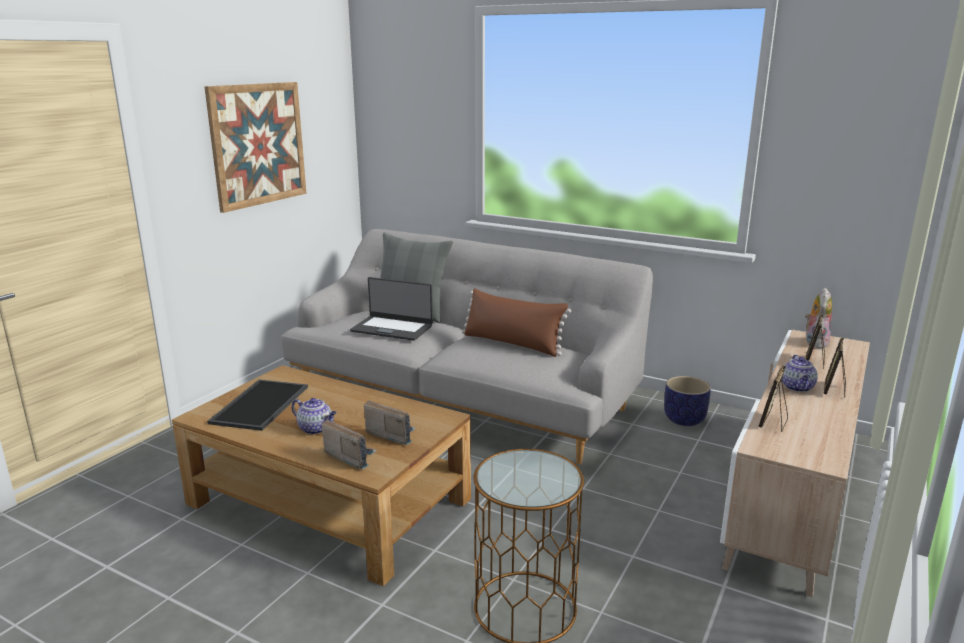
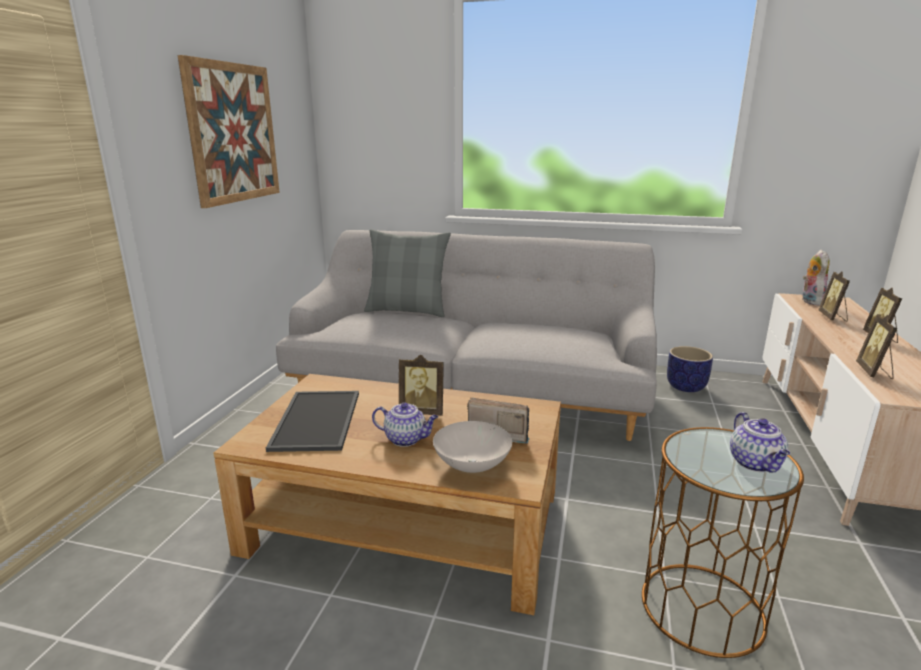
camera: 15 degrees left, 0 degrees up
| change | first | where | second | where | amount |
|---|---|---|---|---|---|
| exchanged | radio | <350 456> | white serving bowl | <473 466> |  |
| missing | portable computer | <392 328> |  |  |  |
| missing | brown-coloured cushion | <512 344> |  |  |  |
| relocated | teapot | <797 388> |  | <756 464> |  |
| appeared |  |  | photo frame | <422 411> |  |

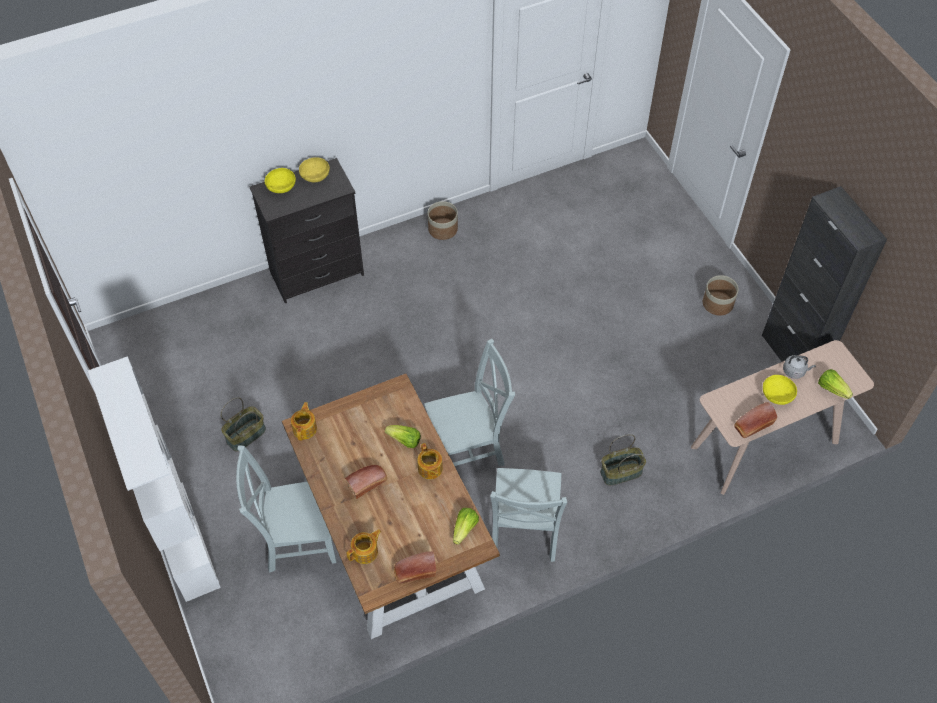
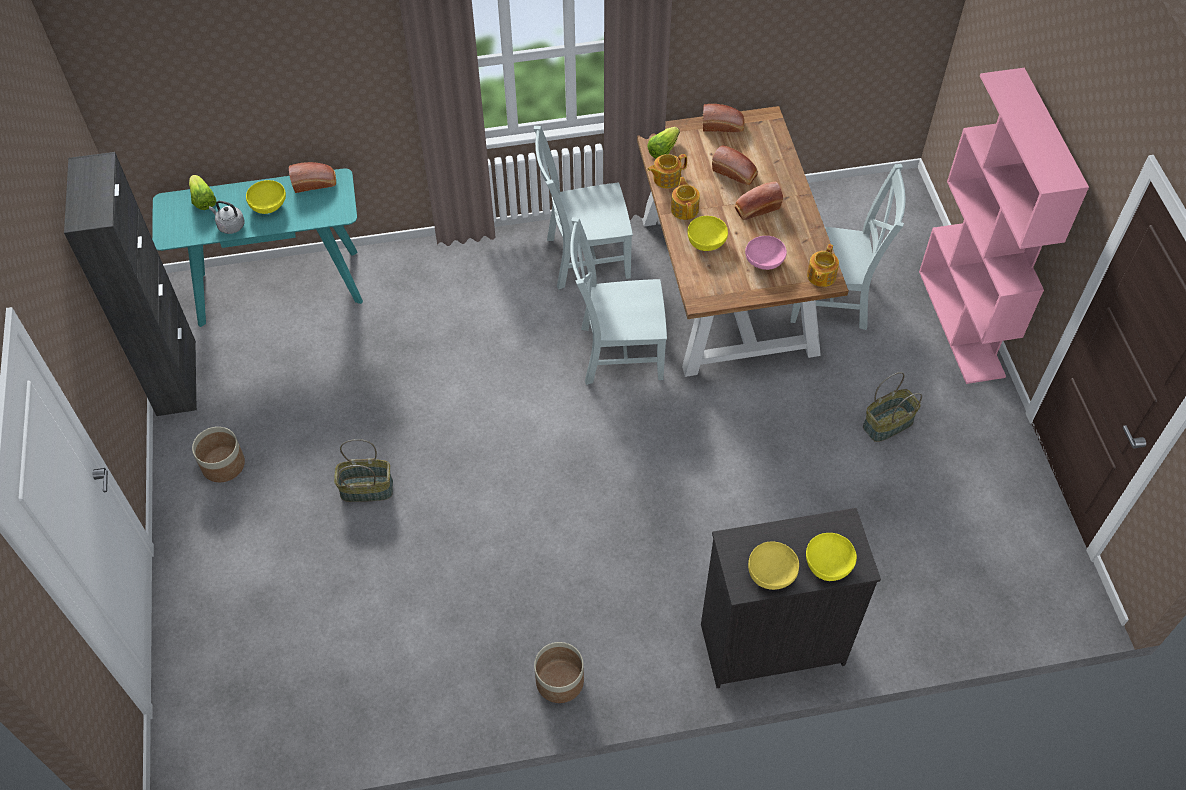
camera: 165 degrees left, 0 degrees up
| change | first | where | second | where | amount |
|---|---|---|---|---|---|
| colour | white shelving unit | <183 540> | pinkish shelving unit | <962 323> |  |
| relocated | teapot | <365 552> |  | <666 178> |  |
| exchanged | lettuce head | <404 441> | yellow serving bowl | <706 241> |  |
| spun | greyish chair | <524 532> |  | <583 258> | 120 degrees counterclockwise |
| relocated | basket | <621 473> |  | <367 488> |  |
| colour | beige narrow table | <764 445> | turquoise-coloured narrow table | <279 287> |  |
| appeared |  |  | bakery bread | <735 173> |  |
| appeared |  |  | pinkish serving bowl | <764 262> |  |

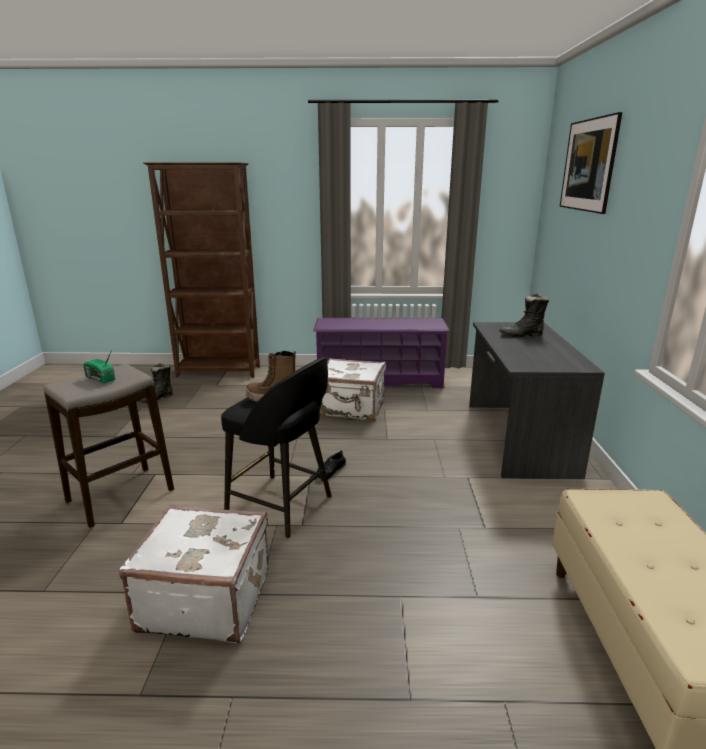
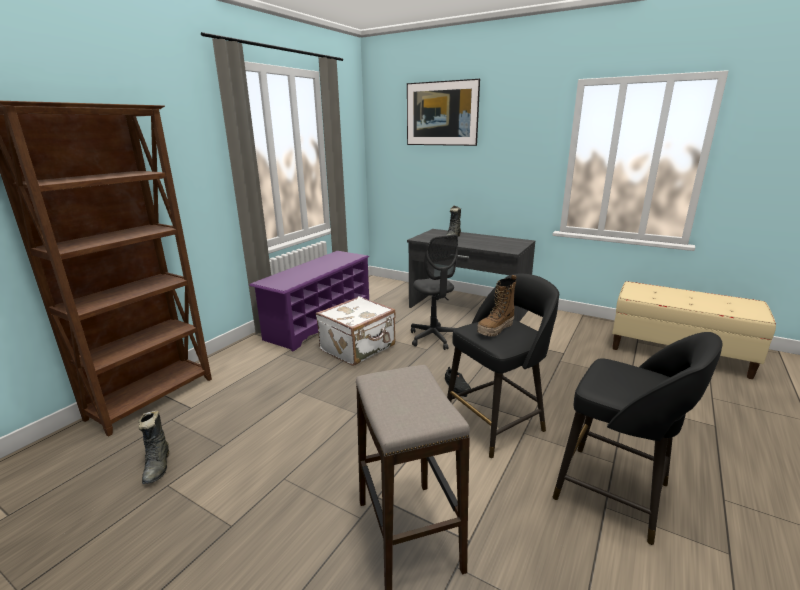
camera: 60 degrees left, 0 degrees up
| change | first | where | second | where | amount |
|---|---|---|---|---|---|
| missing | radio | <100 379> |  |  |  |
| exchanged | white piece of luggage | <206 598> | black-coloured stool seat | <615 493> |  |
| appeared |  |  | greyish office chair | <434 338> |  |

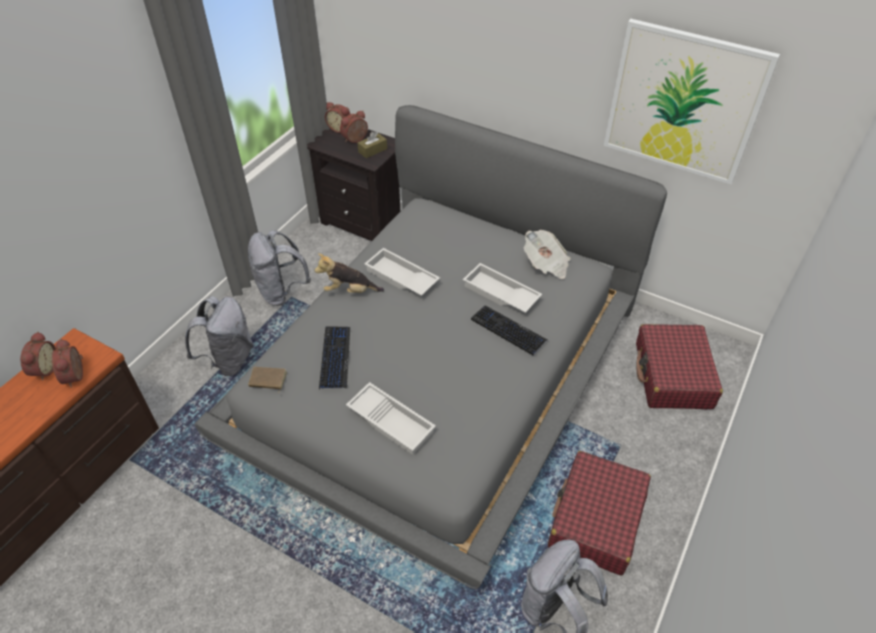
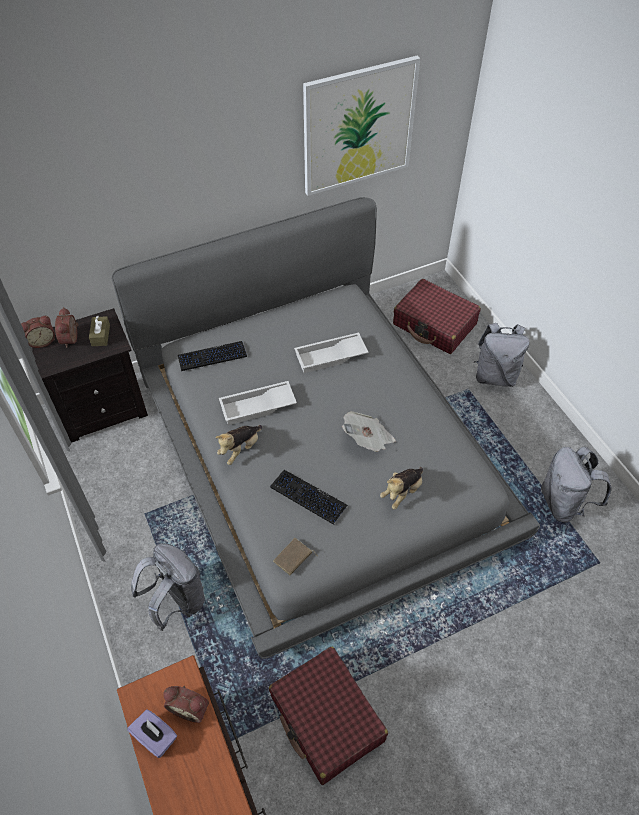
camera: 55 degrees left, 5 degrees up
| change | first | where | second | where | amount |
|---|---|---|---|---|---|
| exchanged | bedside clock | <44 369> | purple tissue box | <155 737> |  |
| relocated | greyish knapsack | <281 292> |  | <495 376> |  |
| exchanged | white carrying tray | <392 421> | soft toy | <402 492> |  |
| relocated | computer keyboard | <508 330> |  | <212 356> |  |
| relocated | newspaper | <546 264> |  | <368 440> |  |
| relocated | red-coloured piece of luggage | <596 519> |  | <327 719> |  |

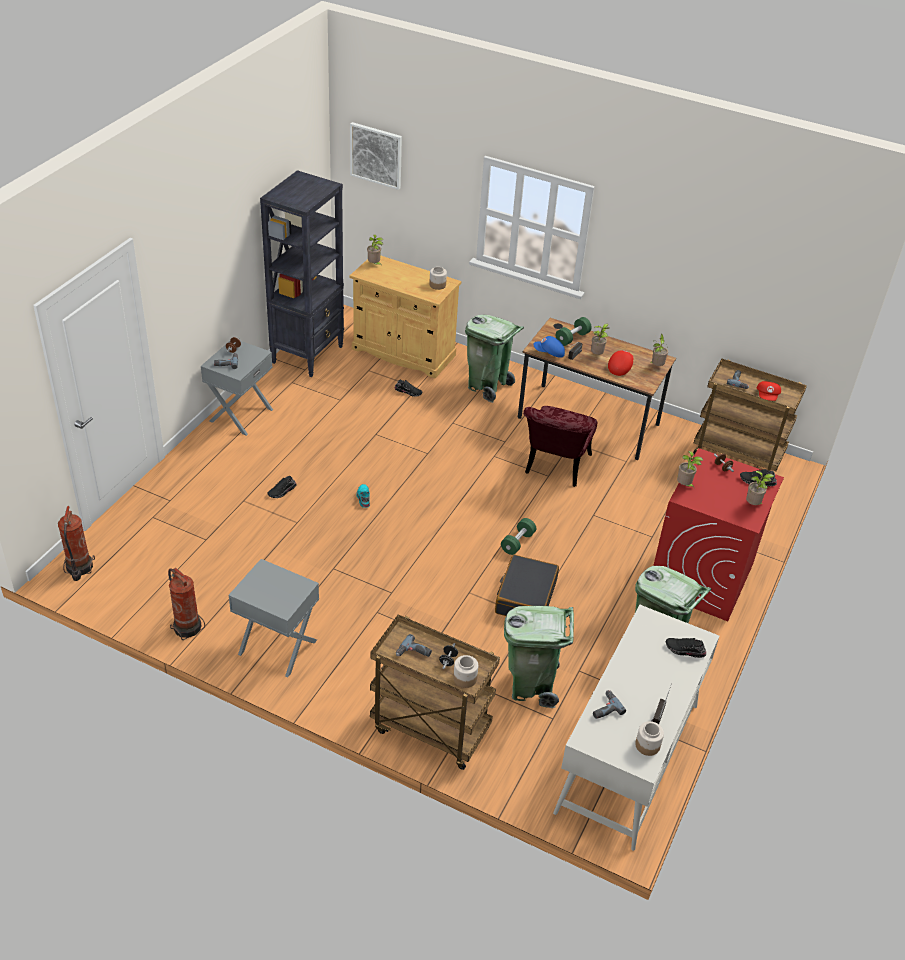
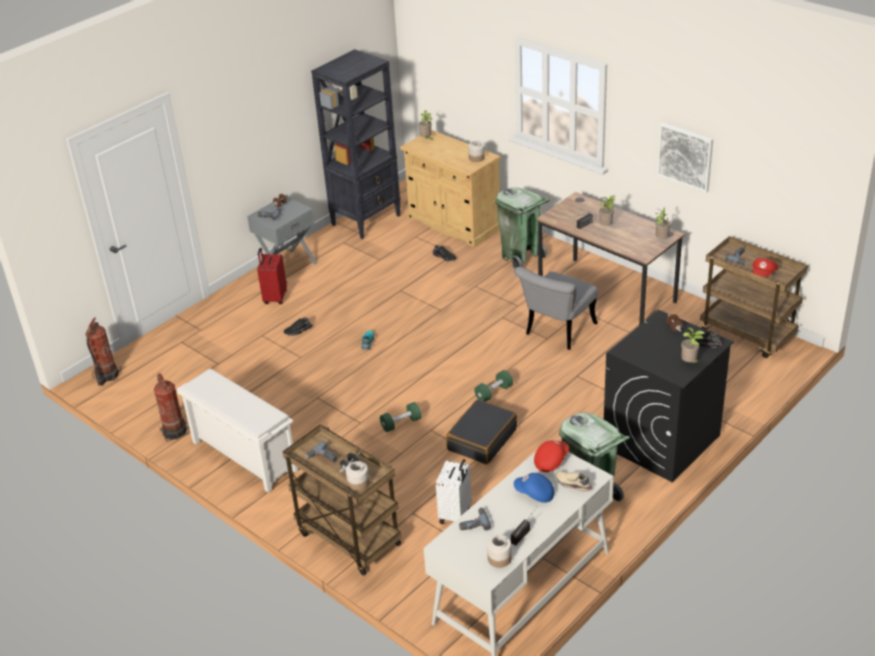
camera: 20 degrees right, 5 degrees down
| change | first | where | second | where | amount |
|---|---|---|---|---|---|
| exchanged | greyish bedside table | <277 647> | white shoe shelf | <243 456> |  |
| relocated | wall art | <376 155> |  | <685 156> |  |
| exchanged | green waste bin | <531 685> | white piece of luggage | <456 514> |  |
| colour | red-coloured chair | <555 468> | greyish chair | <556 333> |  |
| relocated | blue-coloured peaked cap | <549 353> |  | <534 494> |  |
| relocated | green dumbbell | <572 338> |  | <401 423> |  |
| relocated | red-coloured peaked cap | <620 367> |  | <551 460> |  |
| colour | red-coloured laundry machine | <701 578> | black-coloured laundry machine | <661 441> |  |
| colour | black-coloured low shoe | <684 651> | beige low shoe | <572 484> |  |
| missing | potted plant | <684 485> |  |  |  |
| appeared |  |  | red-coloured piece of luggage | <274 298> |  |

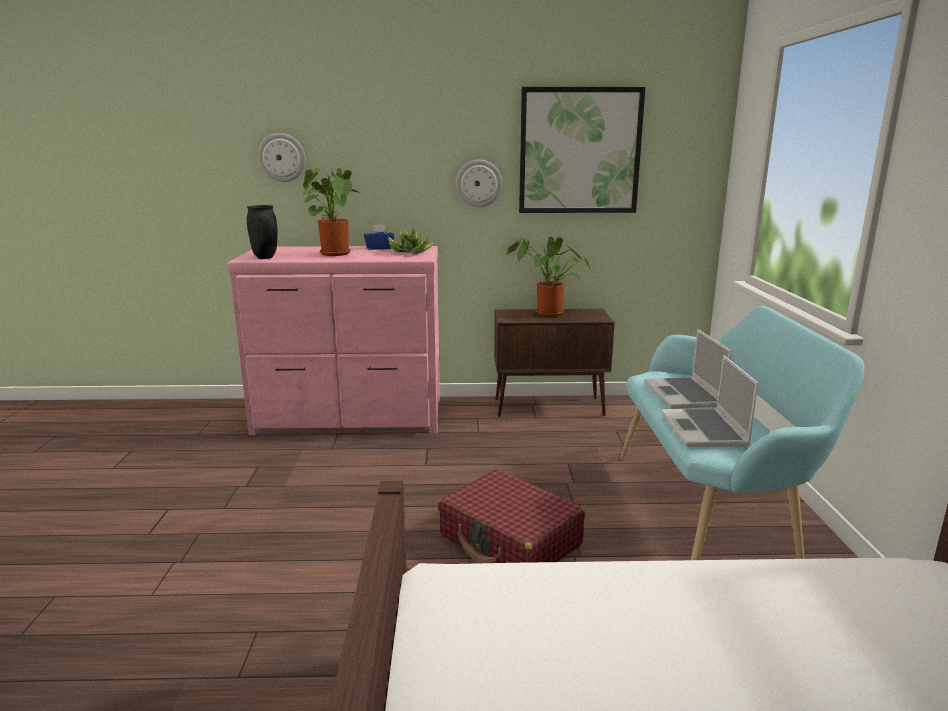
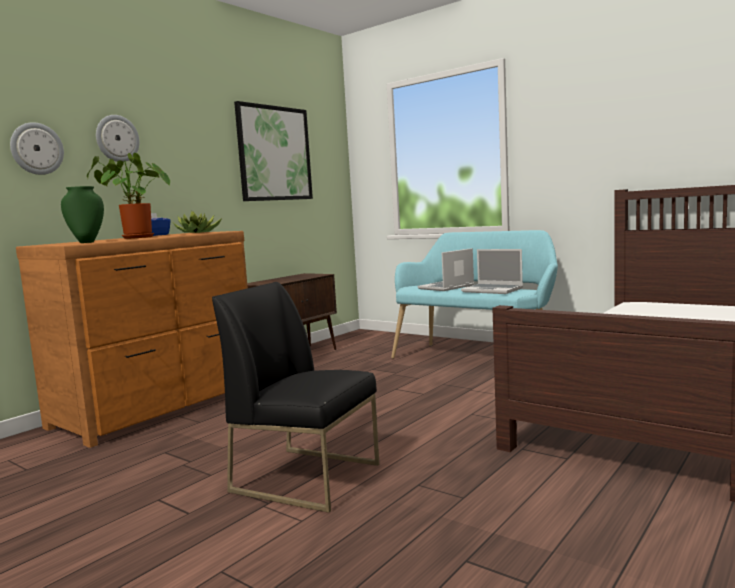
camera: 50 degrees left, 10 degrees down
| change | first | where | second | where | amount |
|---|---|---|---|---|---|
| colour | pinkish drawer chest | <350 417> | brown-coloured drawer chest | <160 407> |  |
| colour | black-coloured flower vase | <264 258> | green flower vase | <86 242> |  |
| missing | red-coloured piece of luggage | <510 540> |  |  |  |
| relocated | hanging clock | <479 183> |  | <117 138> |  |
| missing | potted plant | <546 314> |  |  |  |
| spun | portable computer | <684 395> |  | <446 287> | 105 degrees clockwise |
| appeared |  |  | black-coloured chair | <307 477> |  |

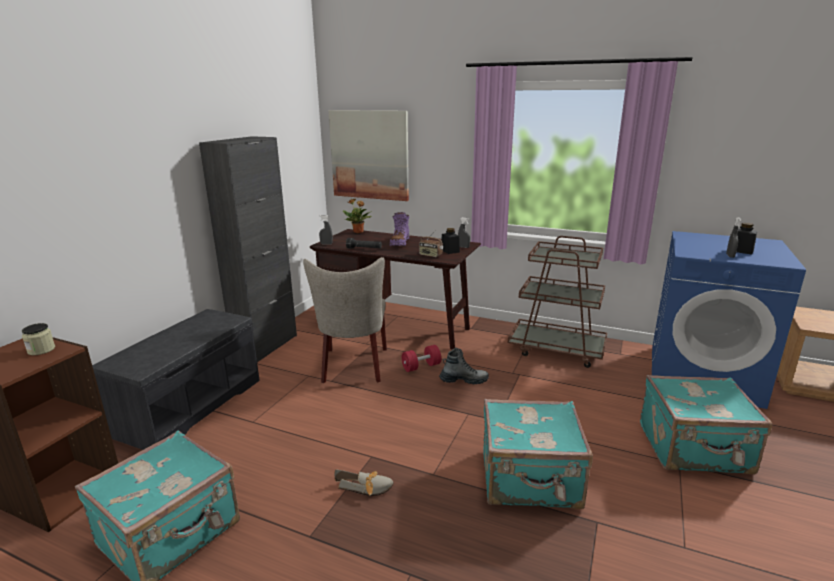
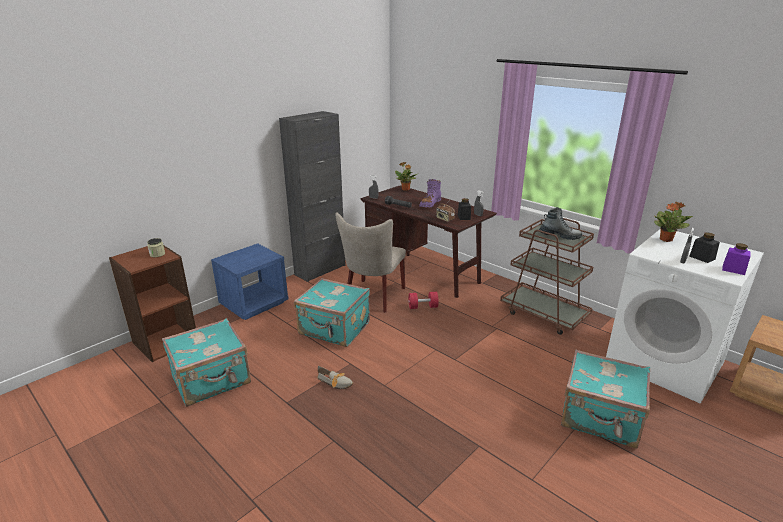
camera: 20 degrees right, 5 degrees up
| change | first | where | second | where | amount |
|---|---|---|---|---|---|
| exchanged | greyish long seat | <191 405> | blue-coloured bedside table | <254 303> |  |
| missing | wall art | <369 155> |  |  |  |
| relocated | boot | <463 380> |  | <559 236> |  |
| relocated | turquoise-coloured piece of luggage | <530 480> |  | <334 329> |  |
| colour | blue-coloured laundry machine | <704 375> | white laundry machine | <665 362> |  |
| appeared |  |  | potted plant | <666 239> |  |
| appeared |  |  | purple preserve jar | <733 269> |  |

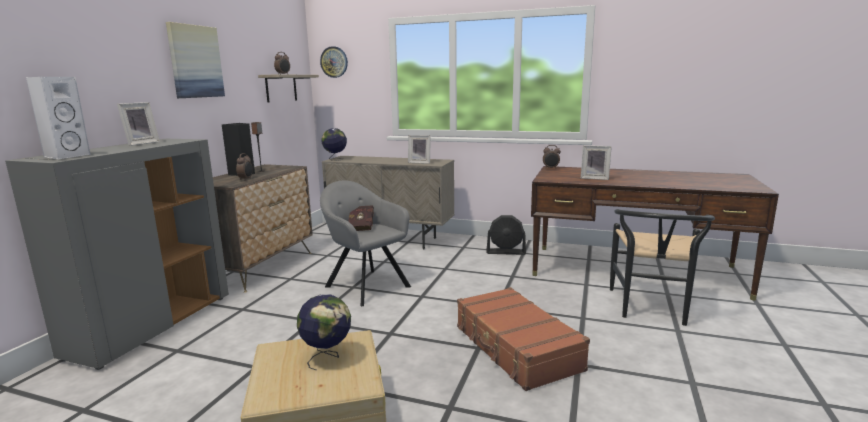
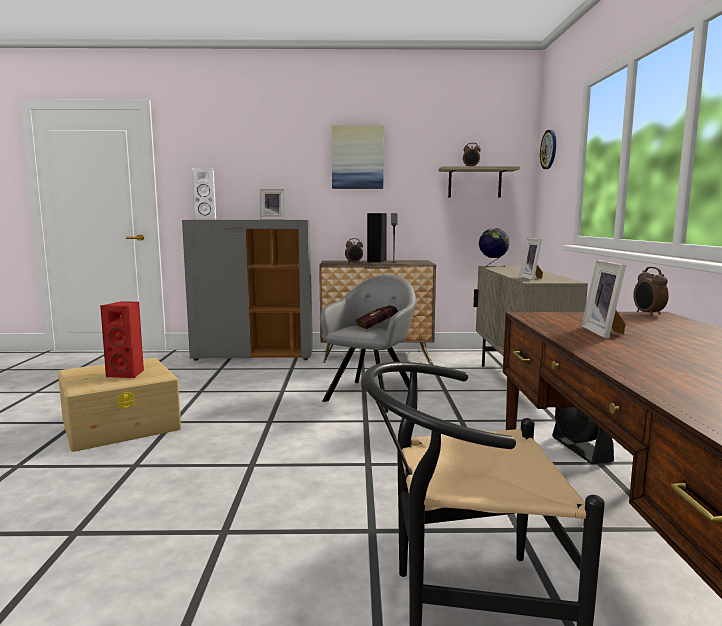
camera: 70 degrees right, 5 degrees down
| change | first | where | second | where | amount |
|---|---|---|---|---|---|
| exchanged | globe | <327 357> | red-coloured loudspeaker | <127 374> |  |
| missing | brown-coloured piece of luggage | <516 348> |  |  |  |

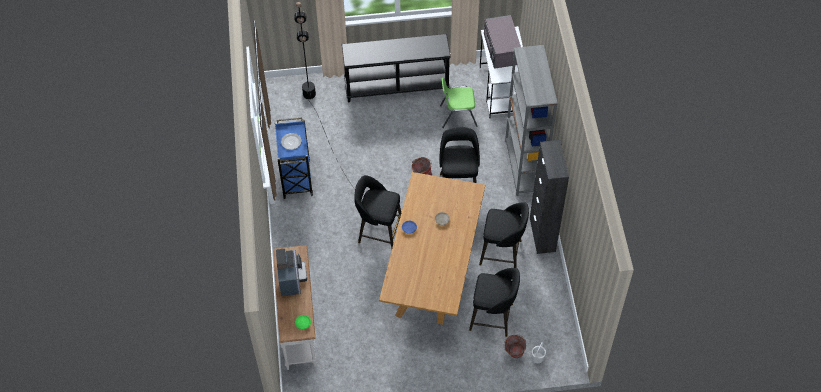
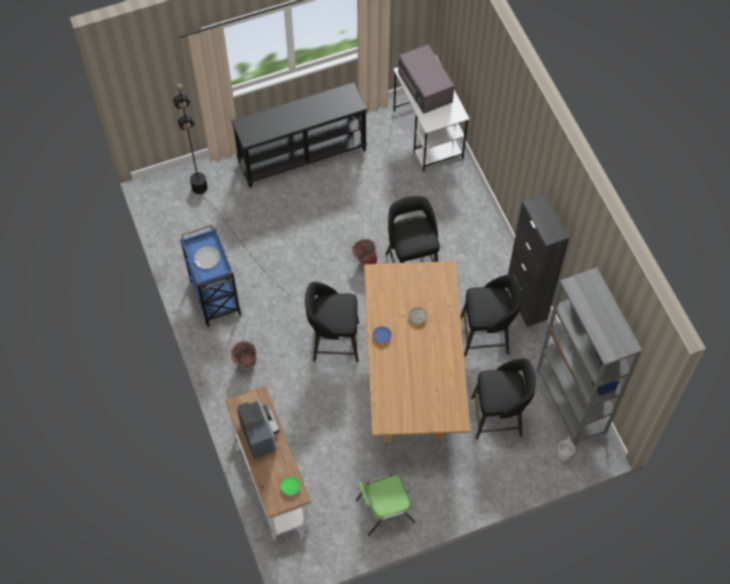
camera: 15 degrees left, 5 degrees up
| change | first | where | second | where | amount |
|---|---|---|---|---|---|
| relocated | green chair | <457 115> |  | <384 510> |  |
| relocated | water bucket | <513 354> |  | <245 363> |  |
| relocated | greyish shelving unit | <524 166> |  | <571 402> |  |

